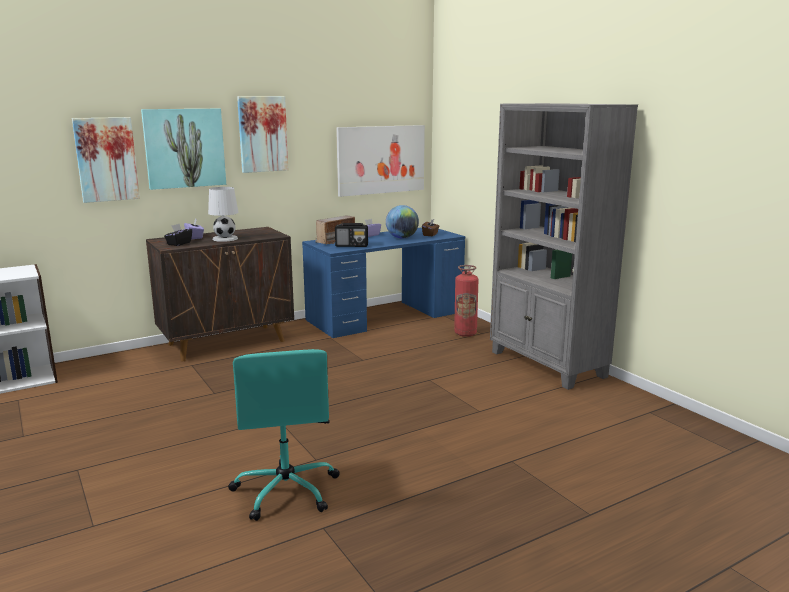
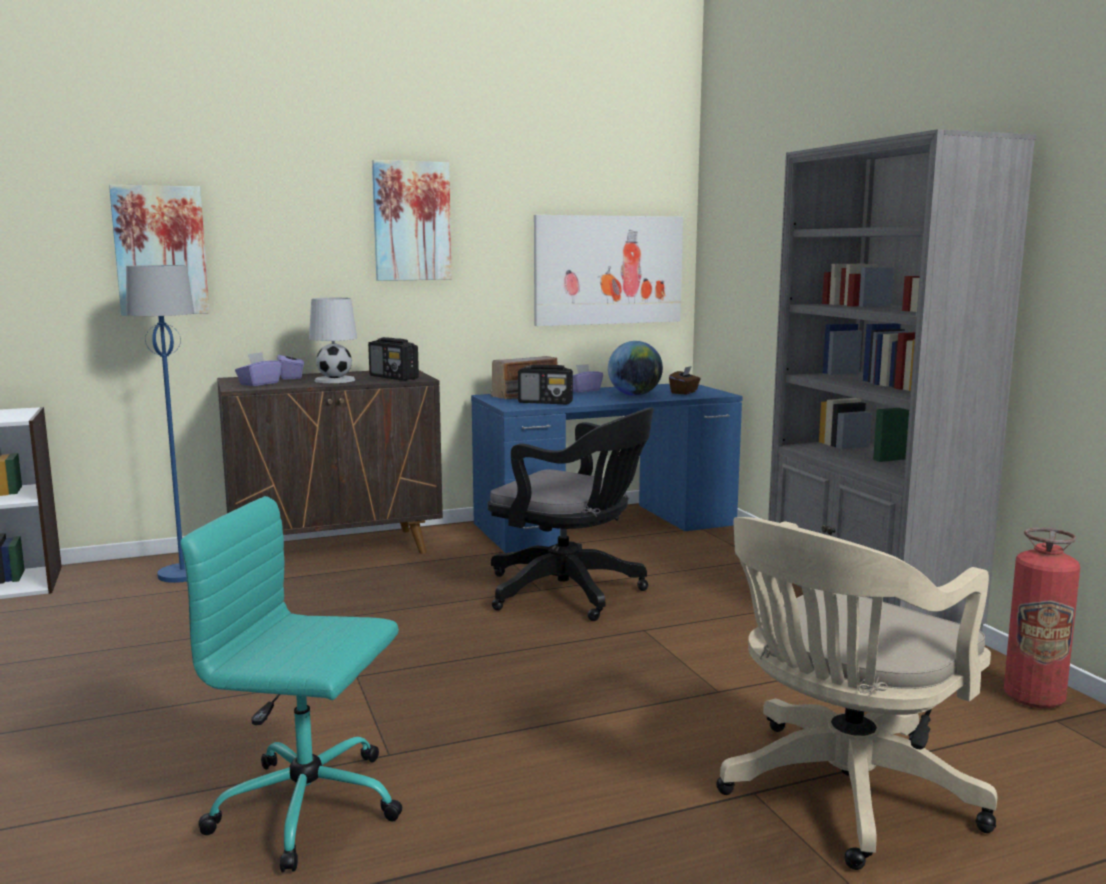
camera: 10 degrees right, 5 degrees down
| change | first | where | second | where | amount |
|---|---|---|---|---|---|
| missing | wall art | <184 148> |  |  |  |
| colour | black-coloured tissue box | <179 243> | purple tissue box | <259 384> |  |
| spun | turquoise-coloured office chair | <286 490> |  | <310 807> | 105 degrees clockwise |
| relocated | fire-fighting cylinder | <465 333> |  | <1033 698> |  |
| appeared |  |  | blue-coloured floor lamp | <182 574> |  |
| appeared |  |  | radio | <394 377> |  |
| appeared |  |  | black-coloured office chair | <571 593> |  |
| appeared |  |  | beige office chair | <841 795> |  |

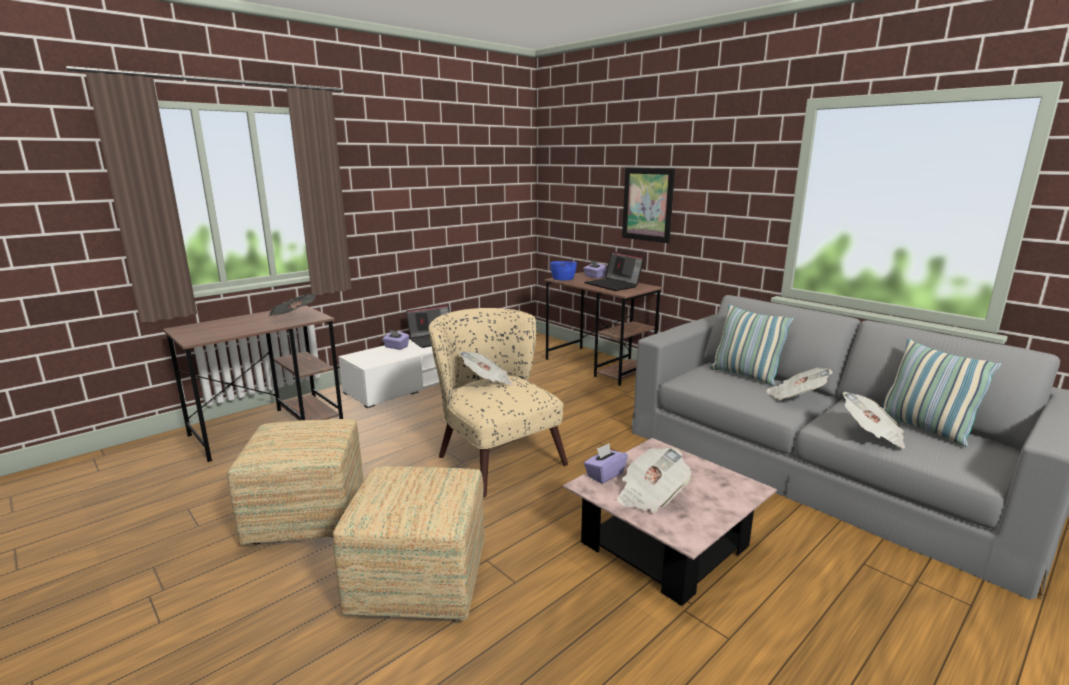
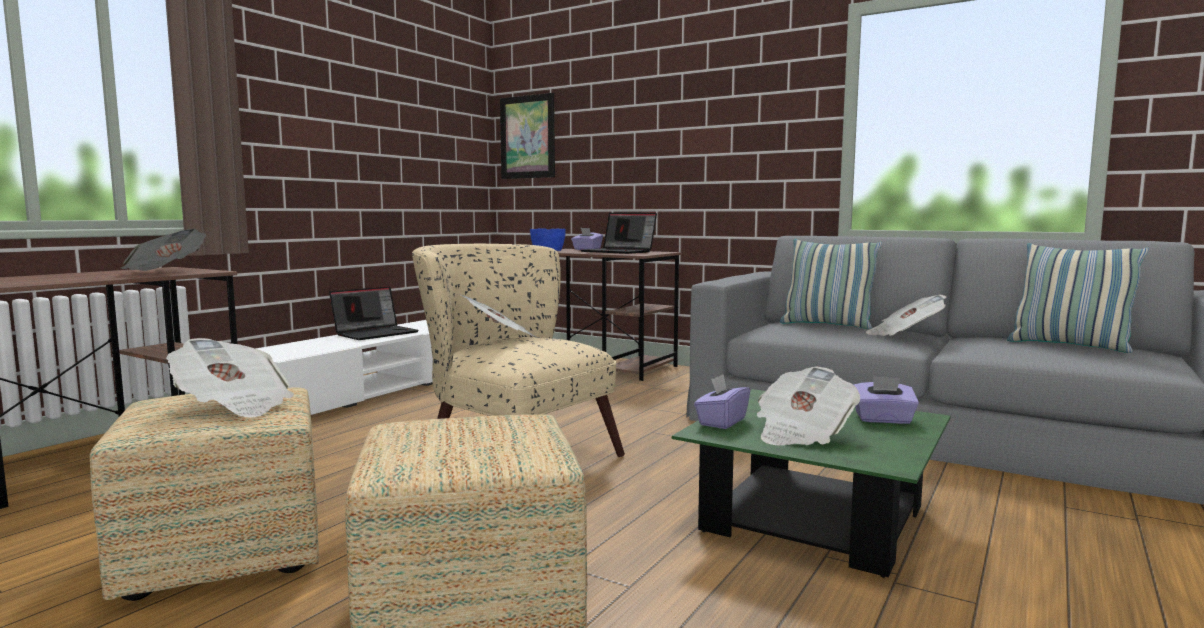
camera: 15 degrees left, 10 degrees down
| change | first | where | second | where | amount |
|---|---|---|---|---|---|
| relocated | purple tissue box | <396 347> |  | <883 419> |  |
| colour | pinkish lounge table | <664 544> | green lounge table | <813 519> |  |
| relocated | wall art | <647 204> |  | <527 137> |  |
| relocated | newspaper | <872 435> |  | <234 406> |  |

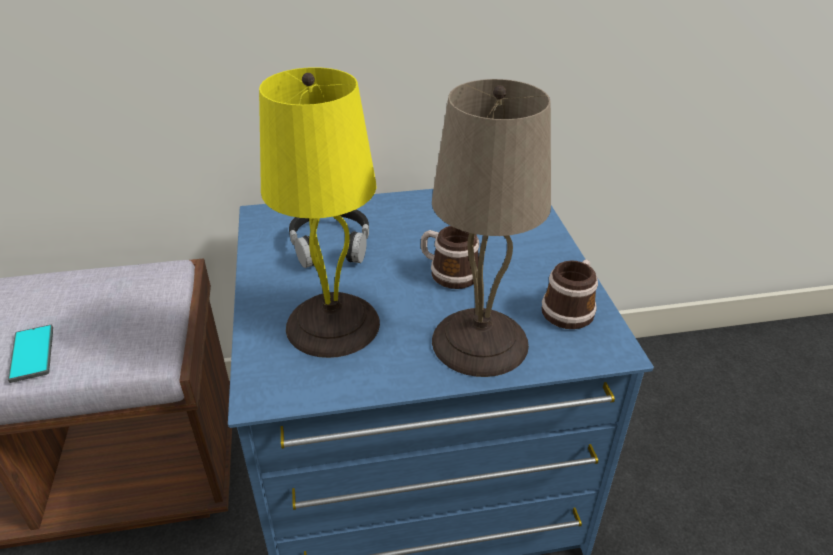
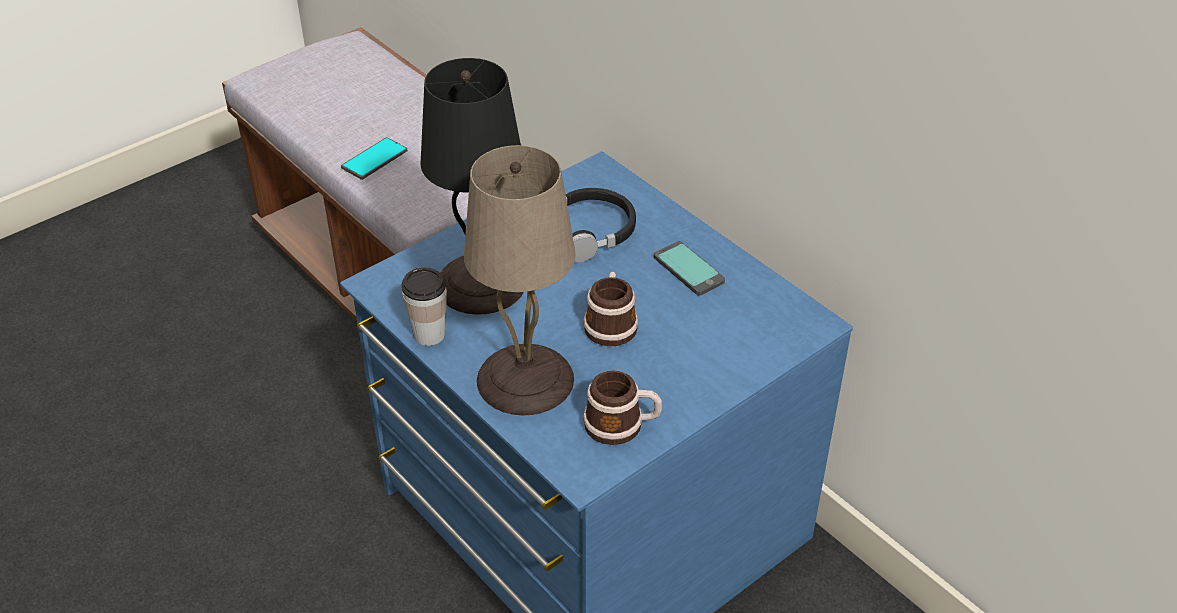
camera: 60 degrees right, 5 degrees up
| change | first | where | second | where | amount |
|---|---|---|---|---|---|
| colour | yellow lamp for a table | <335 324> | black-coloured lamp for a table | <482 284> |  |
| appeared |  |  | small cup | <429 334> |  |
| appeared |  |  | phone | <689 269> |  |

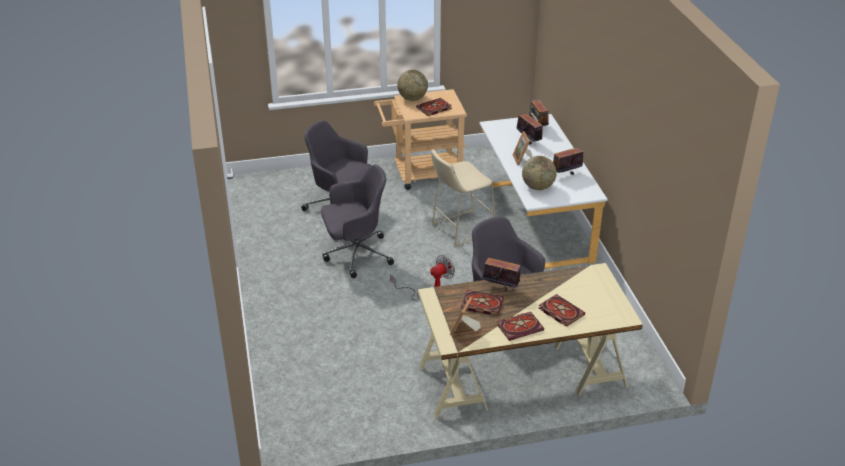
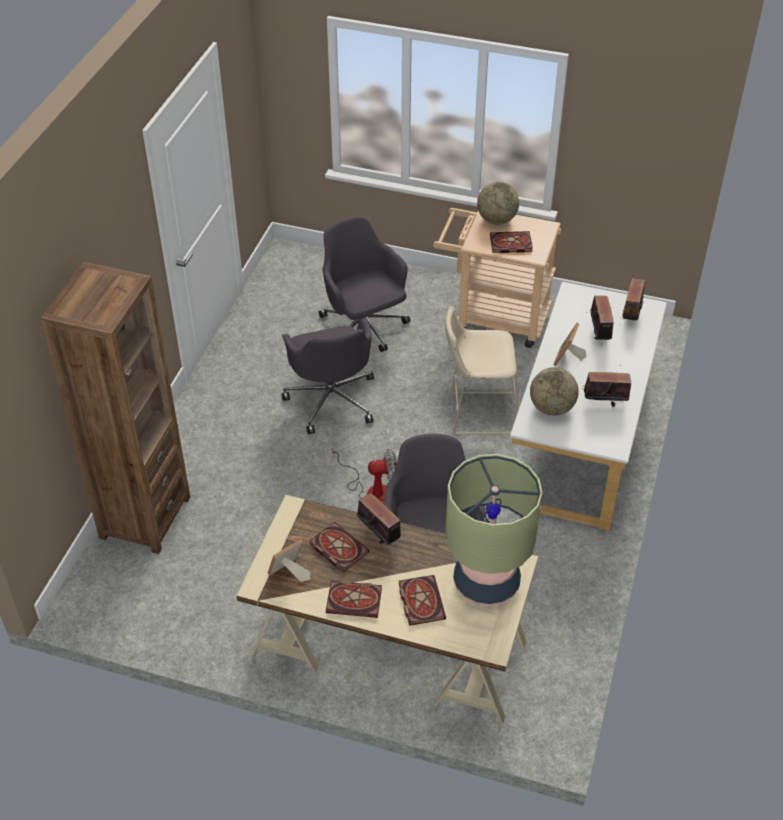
camera: 30 degrees right, 10 degrees up
| change | first | where | second | where | amount |
|---|---|---|---|---|---|
| spun | greyish office chair | <355 254> |  | <332 399> | 60 degrees clockwise |
| appeared |  |  | brown-coloured shelving unit | <145 517> |  |
| appeared |  |  | lamp for a table | <486 582> |  |

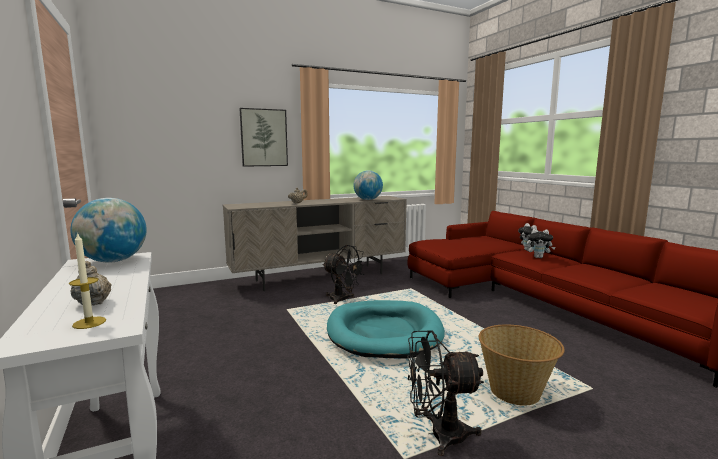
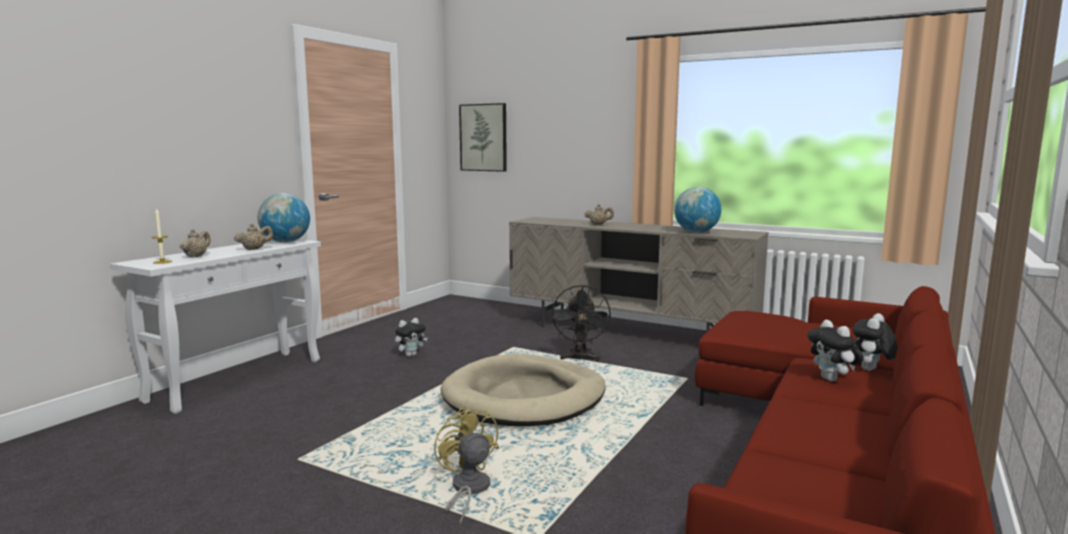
camera: 55 degrees right, 0 degrees up
| change | first | where | second | where | amount |
|---|---|---|---|---|---|
| relocated | wall art | <264 137> |  | <483 137> |  |
| colour | turquoise-coloured dog bed | <384 332> | beige dog bed | <524 397> |  |
| missing | black-coloured cooling fan | <438 435> |  |  |  |
| exchanged | basket | <515 392> | yellow cooling fan | <467 490> |  |
| appeared |  |  | beige teapot | <254 249> |  |
| appeared |  |  | soft toy | <410 355> |  |

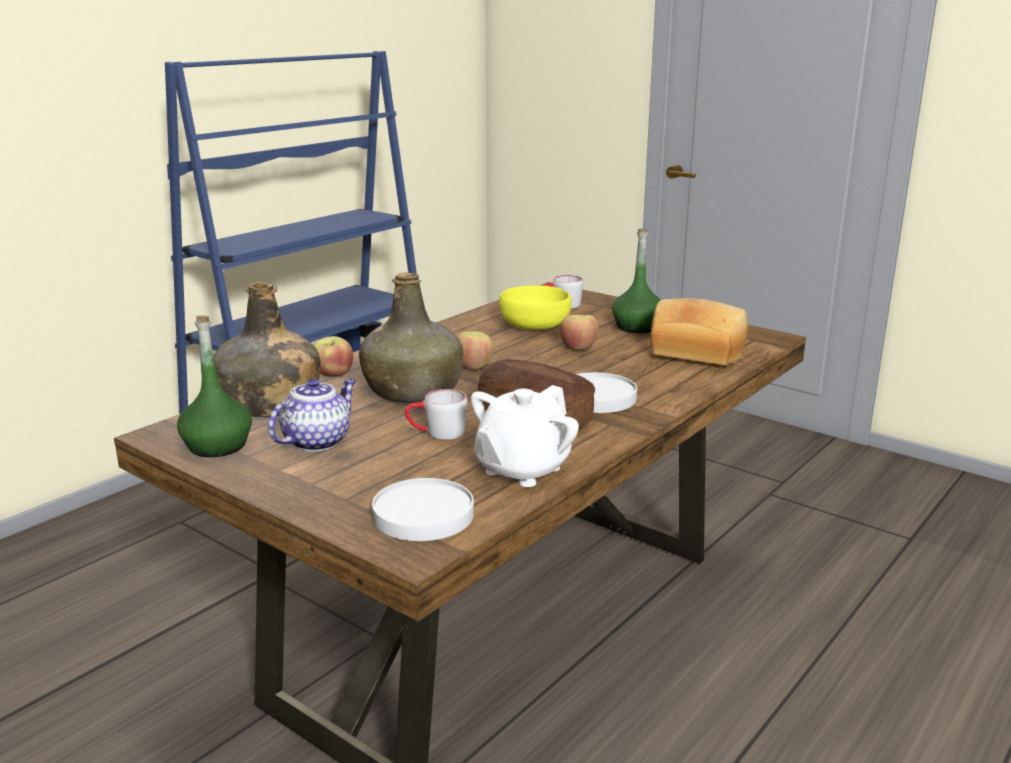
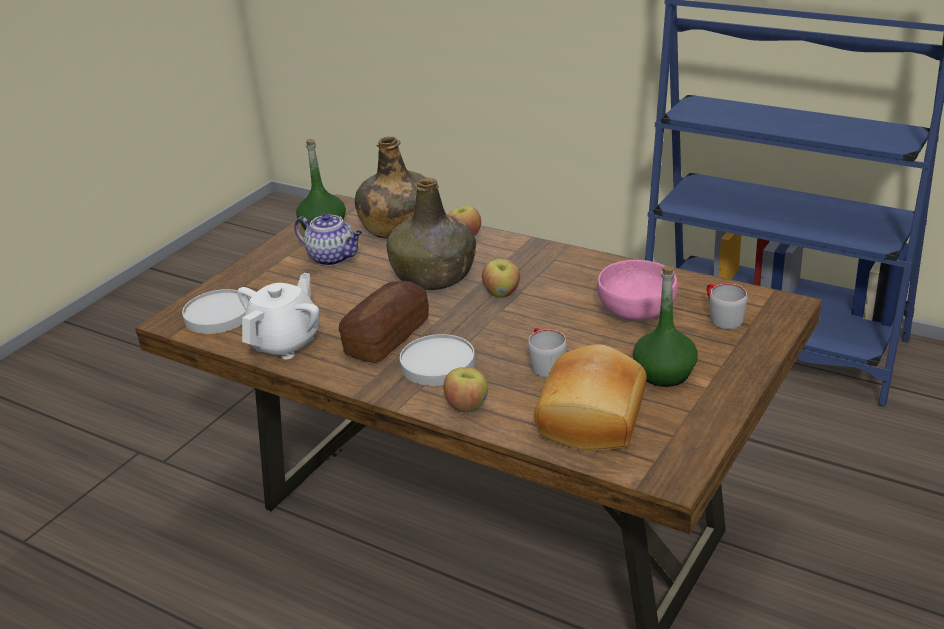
camera: 85 degrees right, 10 degrees up
| change | first | where | second | where | amount |
|---|---|---|---|---|---|
| relocated | greyish mug | <436 433> |  | <544 364> |  |
| spun | white teapot | <522 469> |  | <285 343> | 90 degrees clockwise |
| colour | yellow serving bowl | <535 326> | pinkish serving bowl | <636 310> |  |
| relocated | apple | <578 347> |  | <467 405> |  |

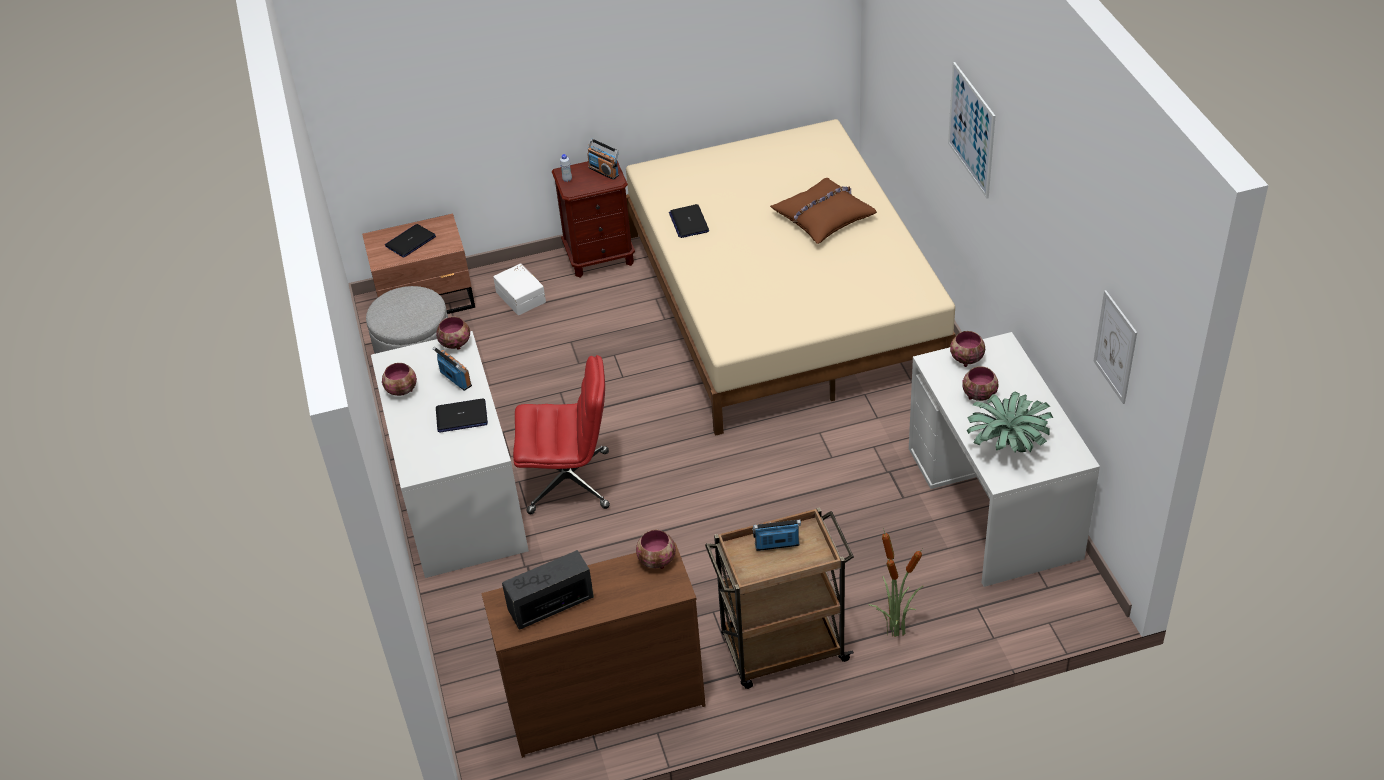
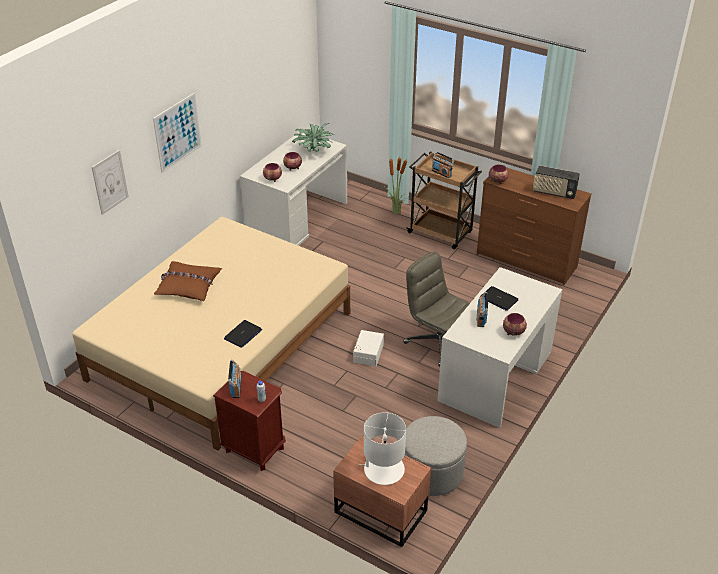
camera: 135 degrees left, 5 degrees down
| change | first | where | second | where | amount |
|---|---|---|---|---|---|
| exchanged | portable computer | <410 241> | white lamp for a table | <383 469> |  |
| missing | serving bowl | <455 343> |  |  |  |
| relocated | white storage bin | <522 296> |  | <367 353> |  |
| colour | red-coloured office chair | <570 482> | greyish office chair | <438 342> |  |
| relocated | wall art | <1115 347> |  | <110 182> |  |

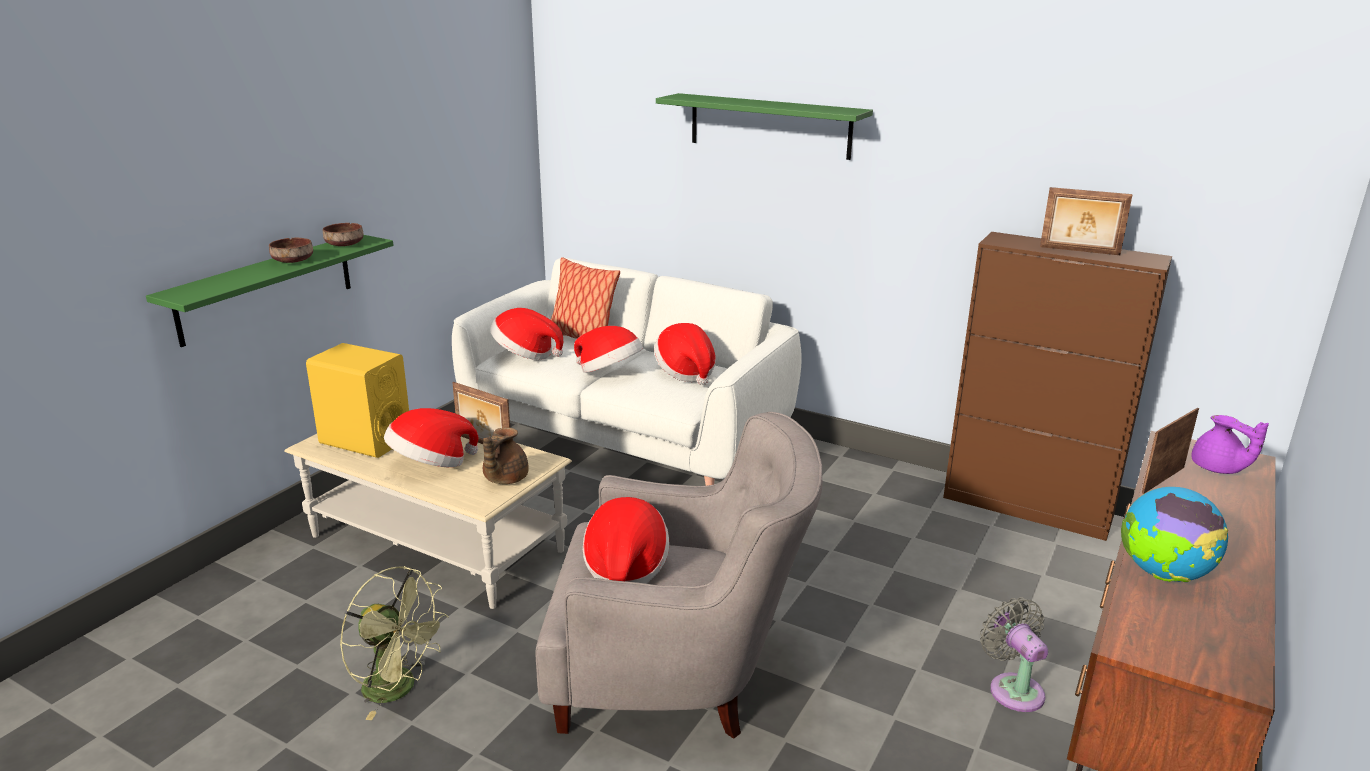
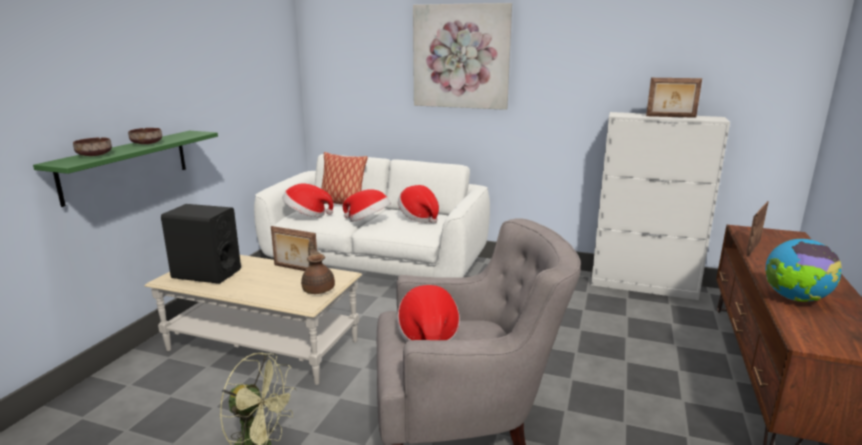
camera: 10 degrees left, 5 degrees down
| change | first | where | second | where | amount |
|---|---|---|---|---|---|
| colour | yellow loudspeaker | <365 440> | black-coloured loudspeaker | <206 273> |  |
| relocated | brown-coloured serving bowl | <343 245> |  | <94 155> |  |
| missing | wearable hat | <431 464> |  |  |  |
| spun | brown-coloured teapot | <504 479> |  | <318 288> | 150 degrees clockwise |
| exchanged | green bracket shelf | <769 126> | wall art | <461 57> |  |
| colour | brown-coloured cabinet | <1028 507> | white cabinet | <643 286> |  |
| missing | greyish cooling fan | <1013 688> |  |  |  |
| missing | purple teapot | <1218 469> |  |  |  |

